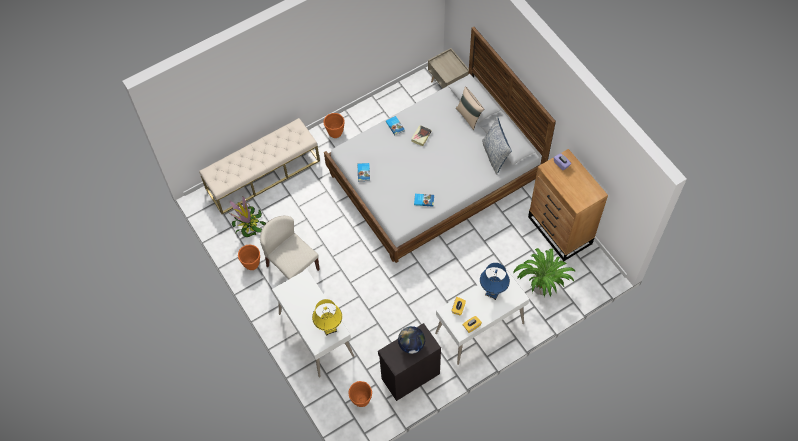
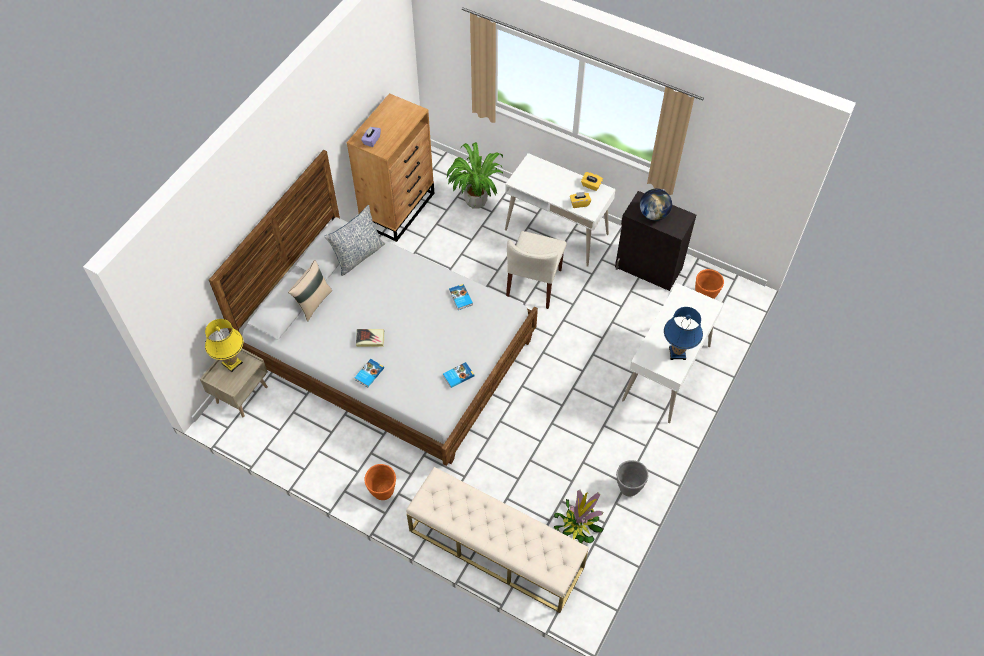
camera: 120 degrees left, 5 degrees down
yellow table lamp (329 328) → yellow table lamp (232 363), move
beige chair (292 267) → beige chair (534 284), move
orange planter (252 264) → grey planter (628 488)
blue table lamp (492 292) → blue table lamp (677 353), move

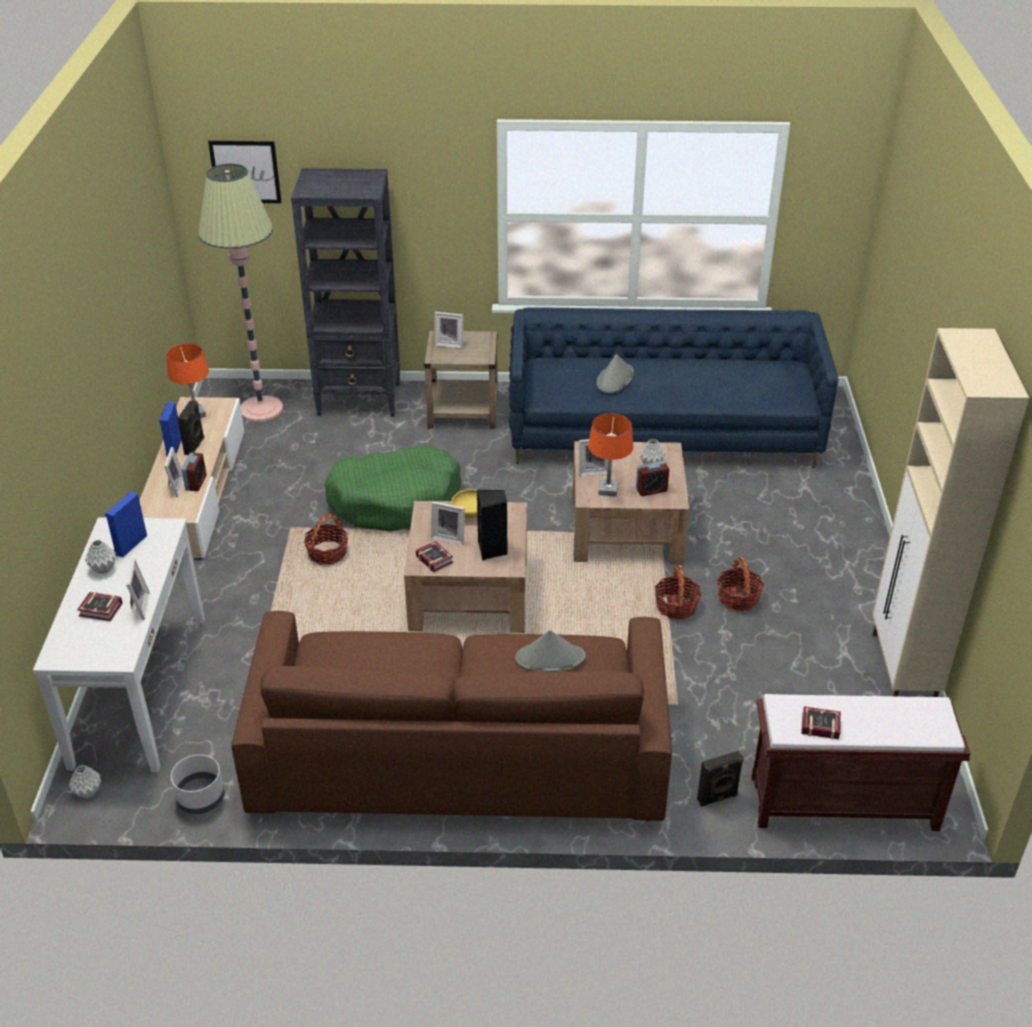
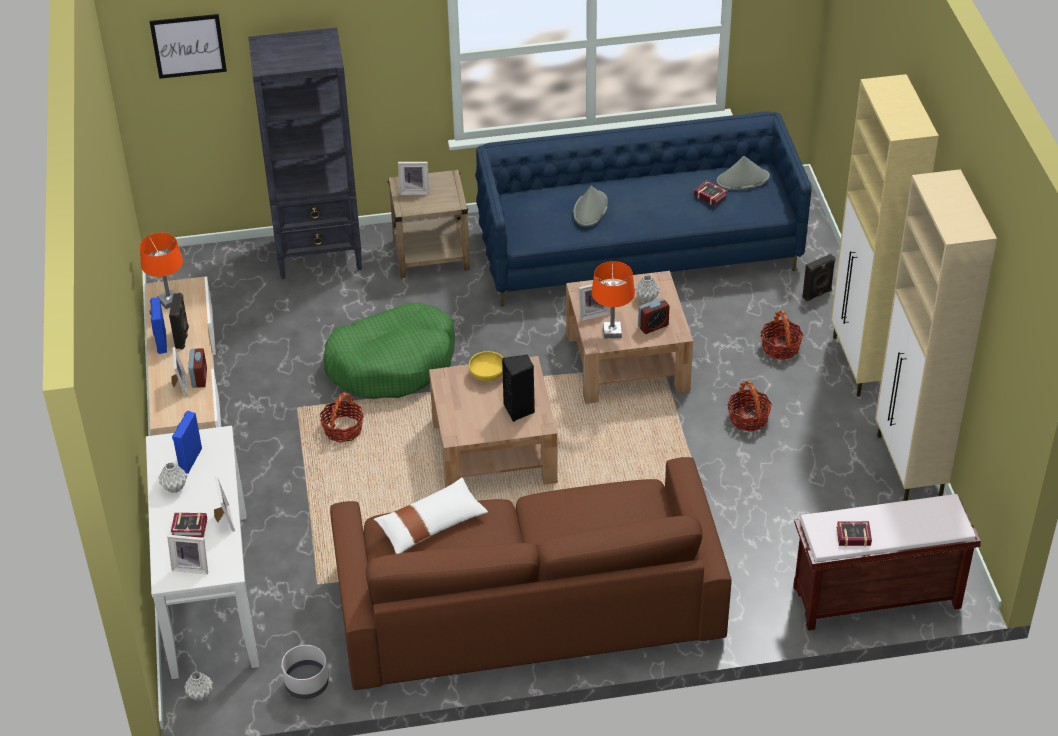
camera: 10 degrees left, 5 degrees up
picture frame (449 537) → picture frame (191 566), move
- → white pillow (431 524)
book (434 558) → book (710 195), move
grey hat (550 658) → grey hat (742 180), move
basket (676 606) → basket (780 348), move
black speaker (717 798) → black speaker (817 294), move
- → beige cabinet (862 365)
floor lamp (261 409) → -

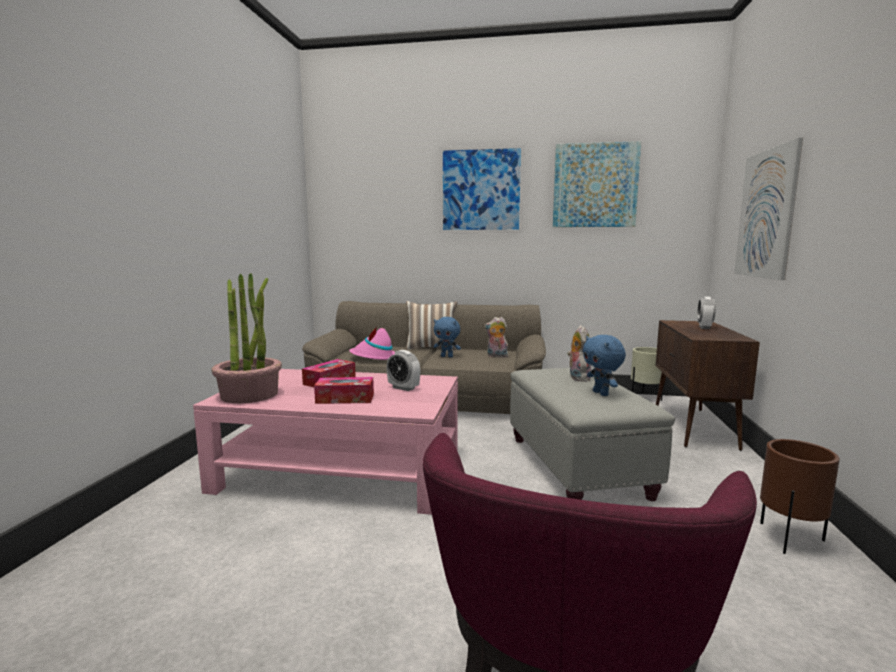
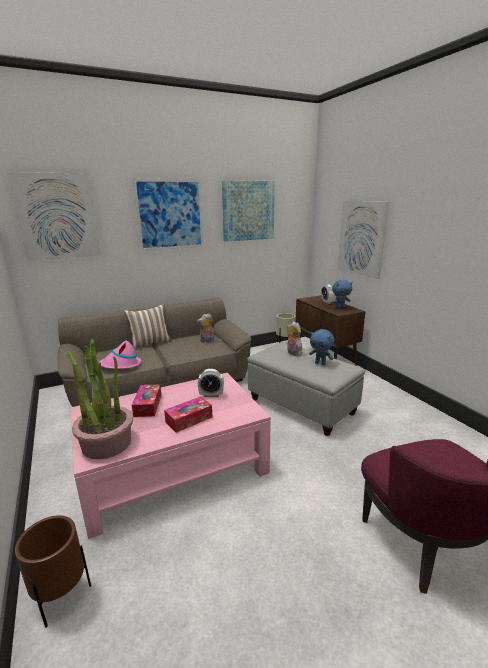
camera: 35 degrees left, 10 degrees up
- → picture (57 216)
brown planter (788 539) → brown planter (62 597), move
blue plush toy (447 356) → blue plush toy (340 307), move

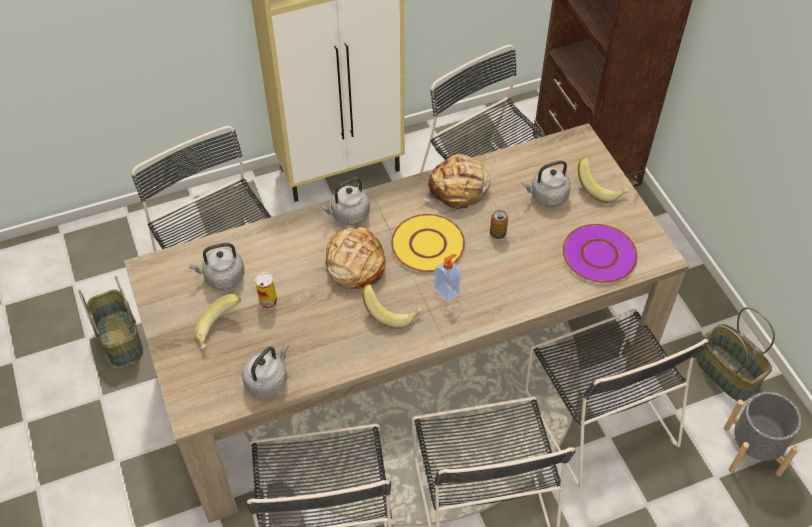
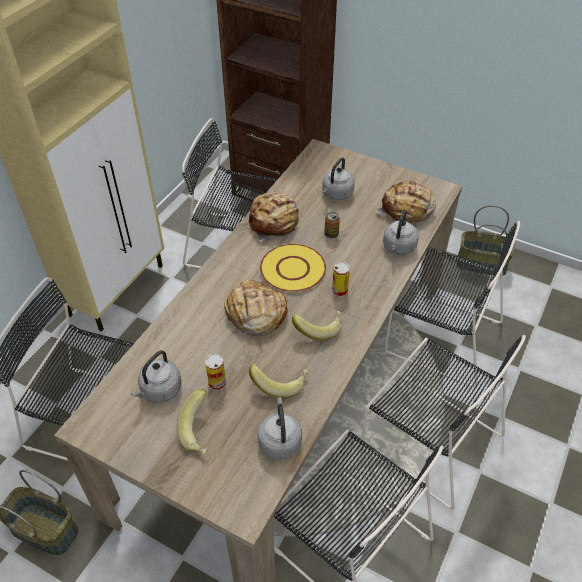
camera: 40 degrees left, 5 degrees down
banana (600 188) → banana (280 384), move
soap dispenser (447 291) → can (339 291)
purple plate (599 255) → bread (407 210)
grey kettle (348 215) → grey kettle (398 248), move
grey planter (752 450) → -

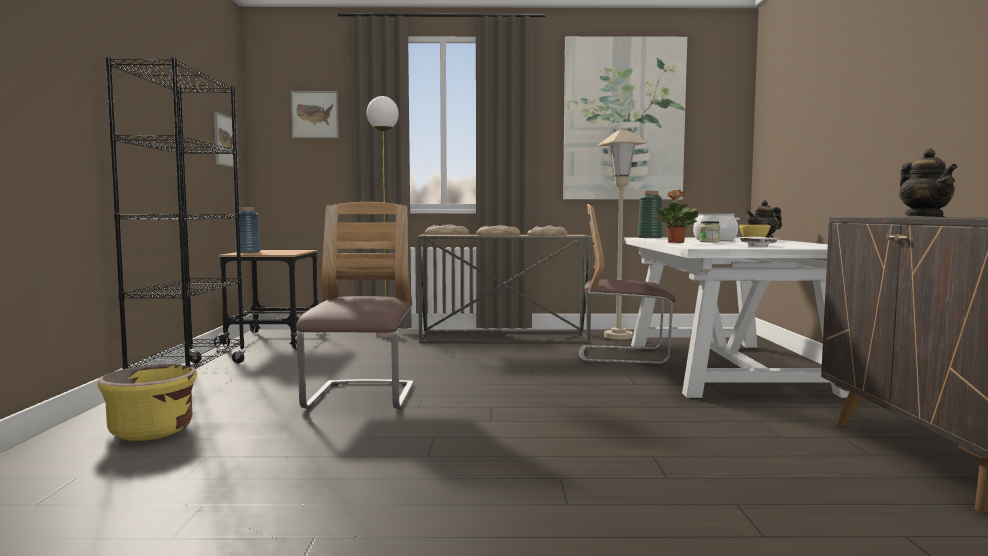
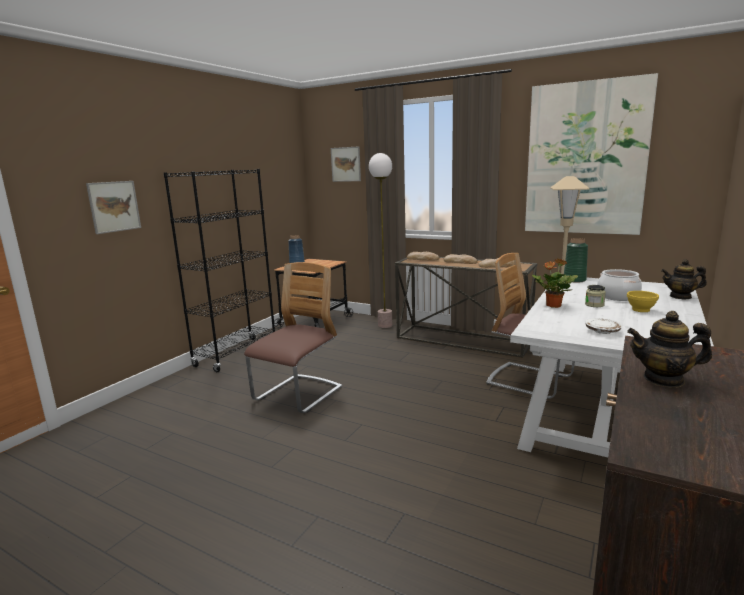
camera: 30 degrees right, 10 degrees up
picture (225 140) → picture (114 206), move
teapot (924 217) → teapot (664 379), 75 degrees clockwise
yellow planter (151 431) → -

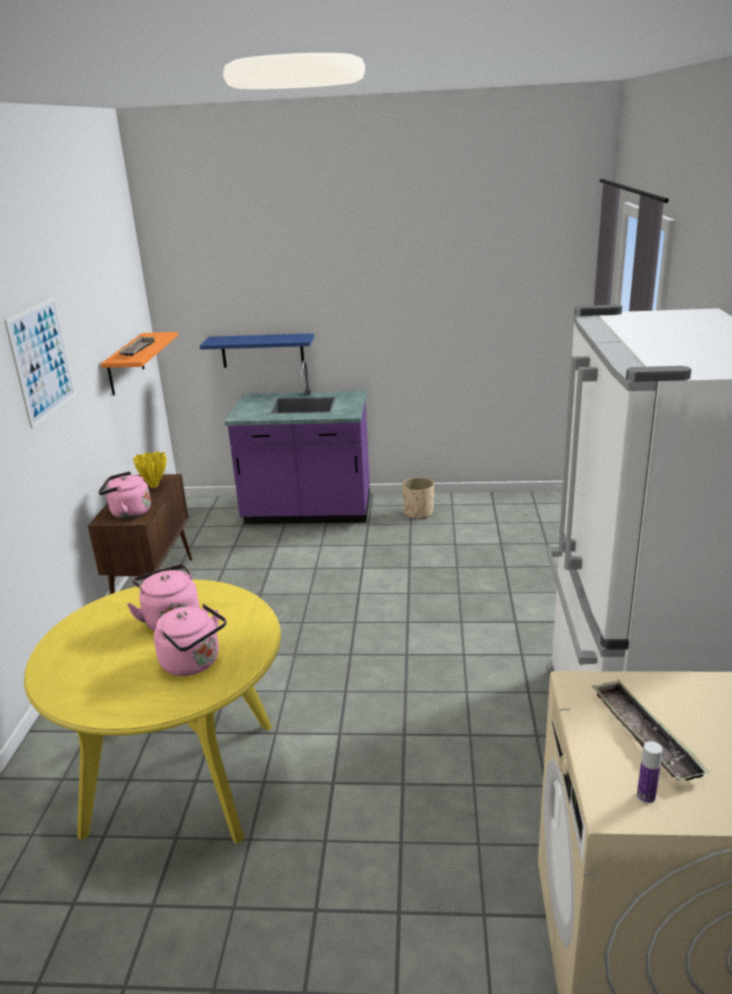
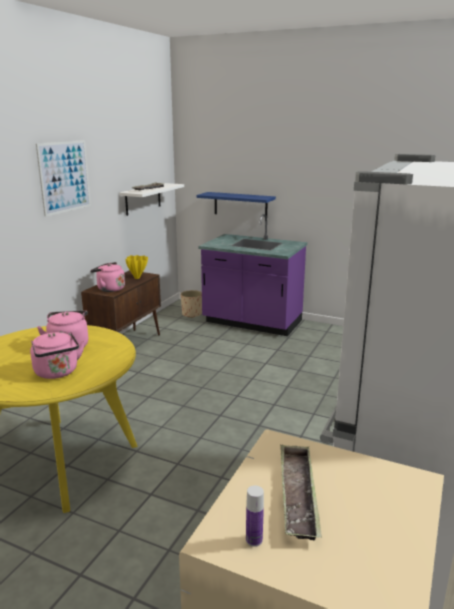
camera: 20 degrees right, 5 degrees down
orange shelf (125 364) → white shelf (143 199)
beige planter (418 513) → beige planter (192 314), move

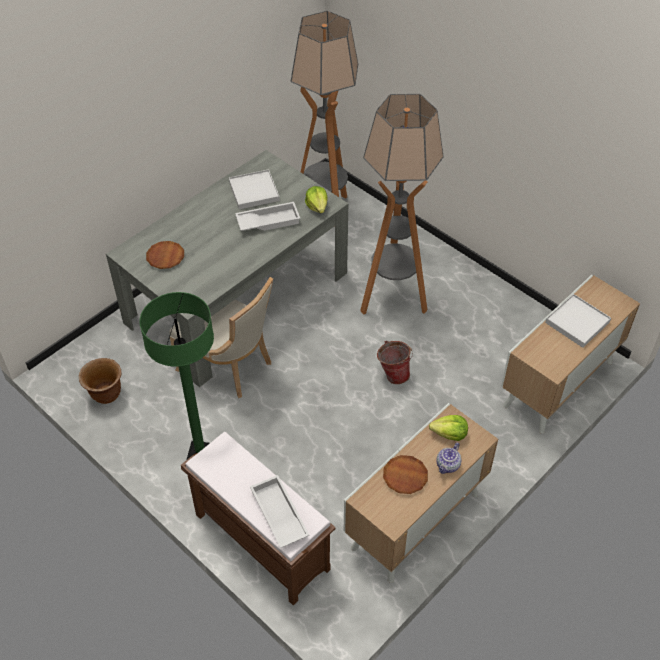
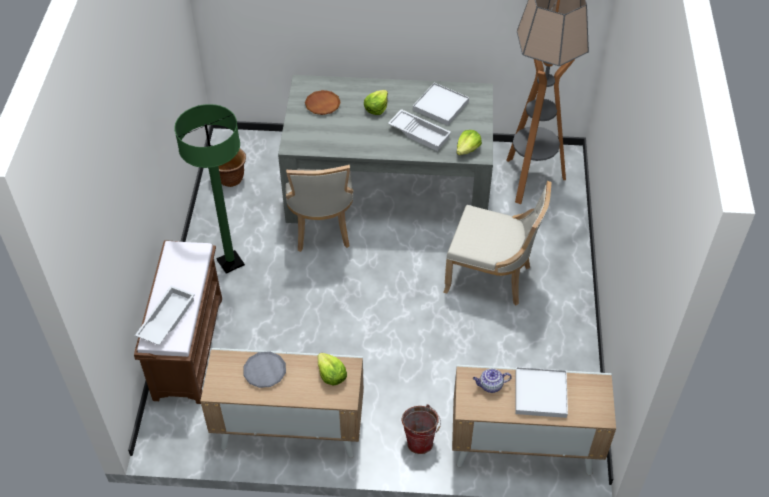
camera: 50 degrees right, 0 degrees up
brown plate (405 476) → grey plate (265 371)
- → lettuce (376 108)
bucket (393 373) → bucket (420 439), move
floor lamp (392 298) → beige chair (491 277)
teapot (448 466) → teapot (490 386), move

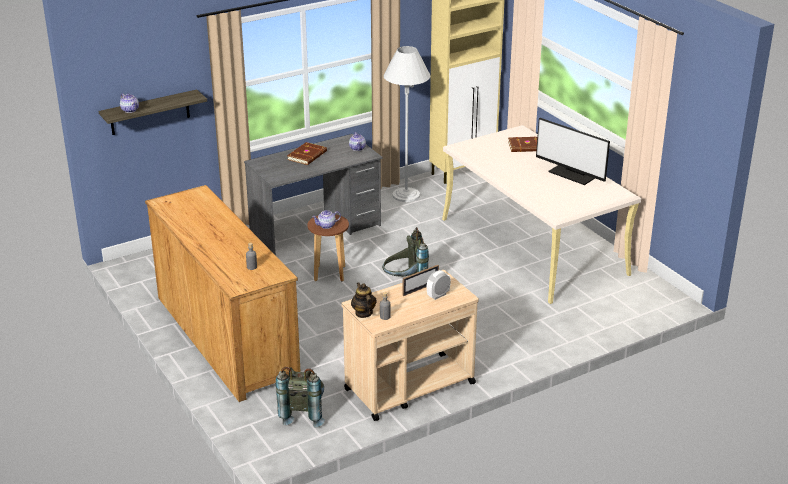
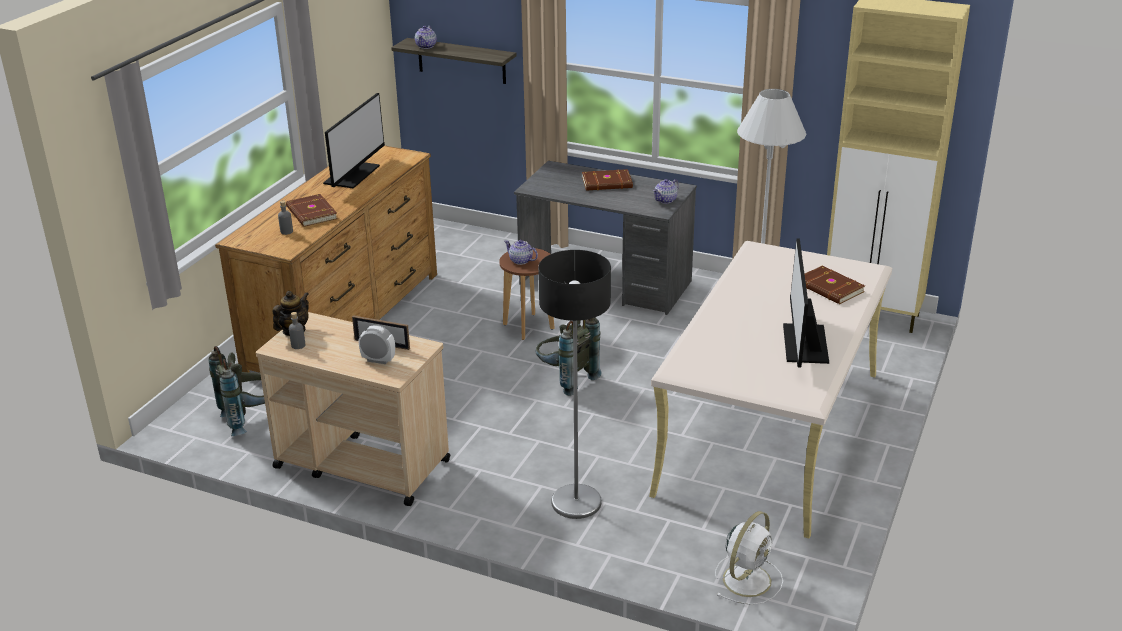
camera: 55 degrees right, 0 degrees up
- → brown book (311 213)
- → monitor (353 175)
- → floor lamp (576 502)
- → white fan (748 579)

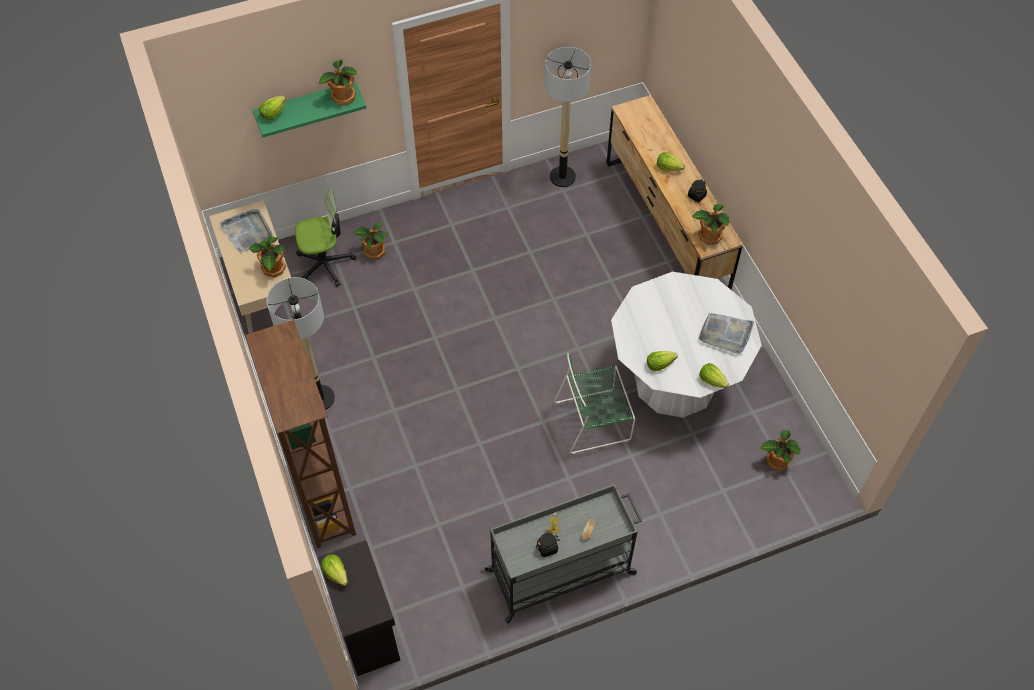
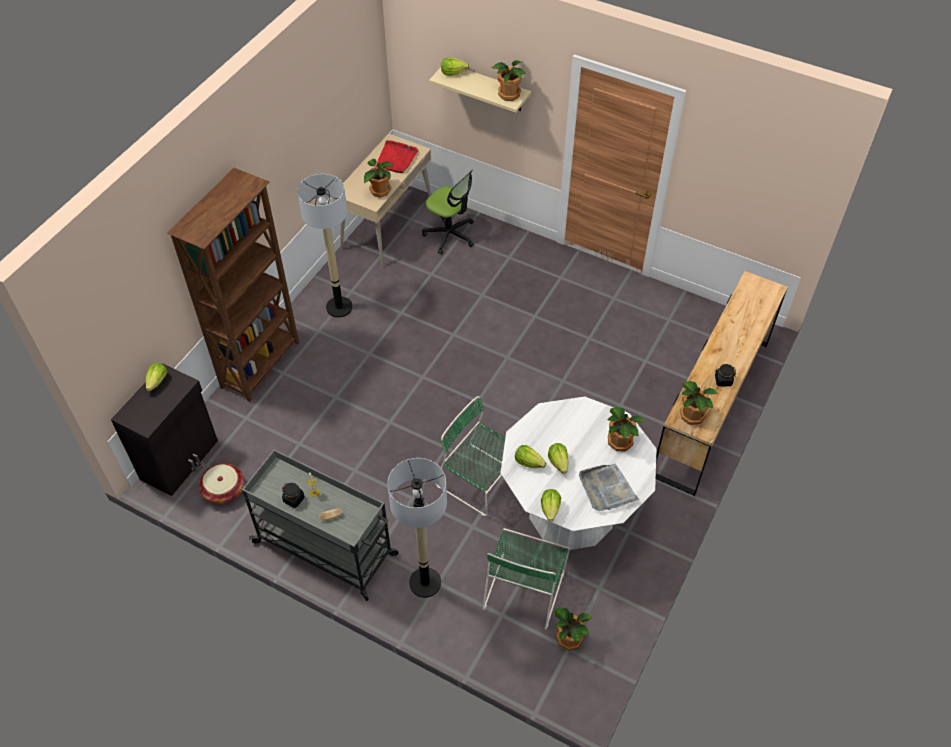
camera: 50 degrees right, 5 degrees down
- → basket (224 490)
grey tray (248 231) → red tray (396 158)
floor lamp (562 177) → floor lamp (425 583), move
green shelf (306 105) → beige shelf (487 87)
- → green chair (525 587)
lettuce (668 167) → lettuce (558 462), move
potted plant (374 251) → potted plant (620 441), move

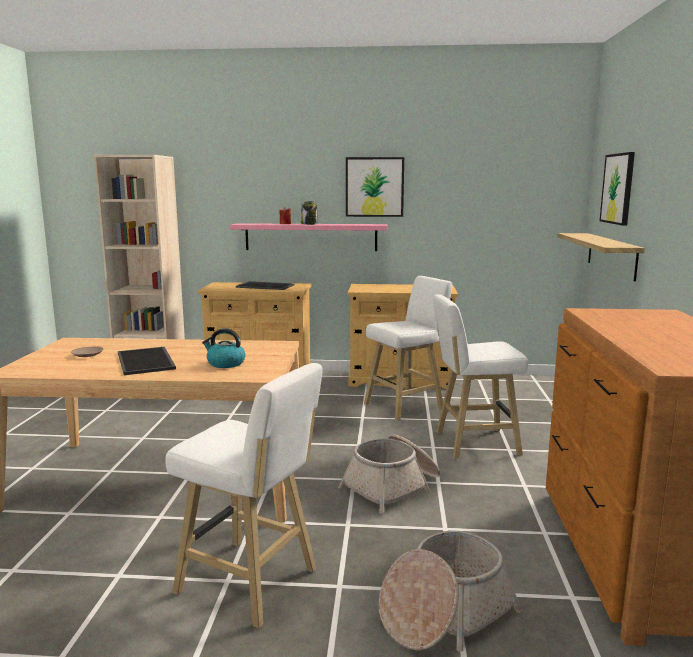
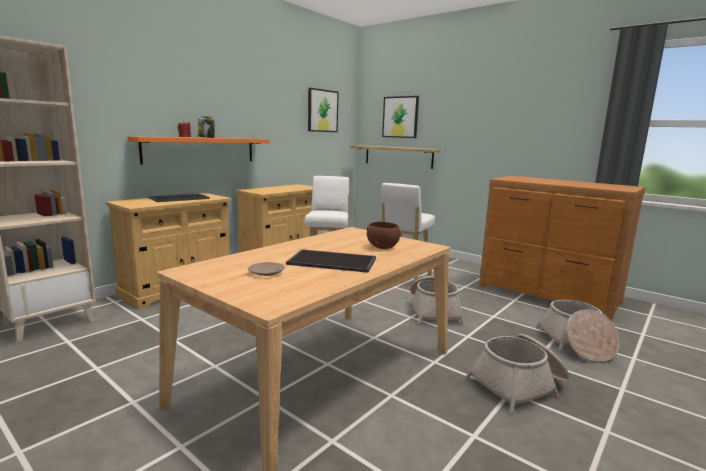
camera: 55 degrees left, 0 degrees up
pink shelf (311 237) → orange shelf (201 150)
picture (374 187) → picture (322 111), move
kettle (225 363) → brown bowl (383 247)
white stool (251 584) → basket (519 385)

